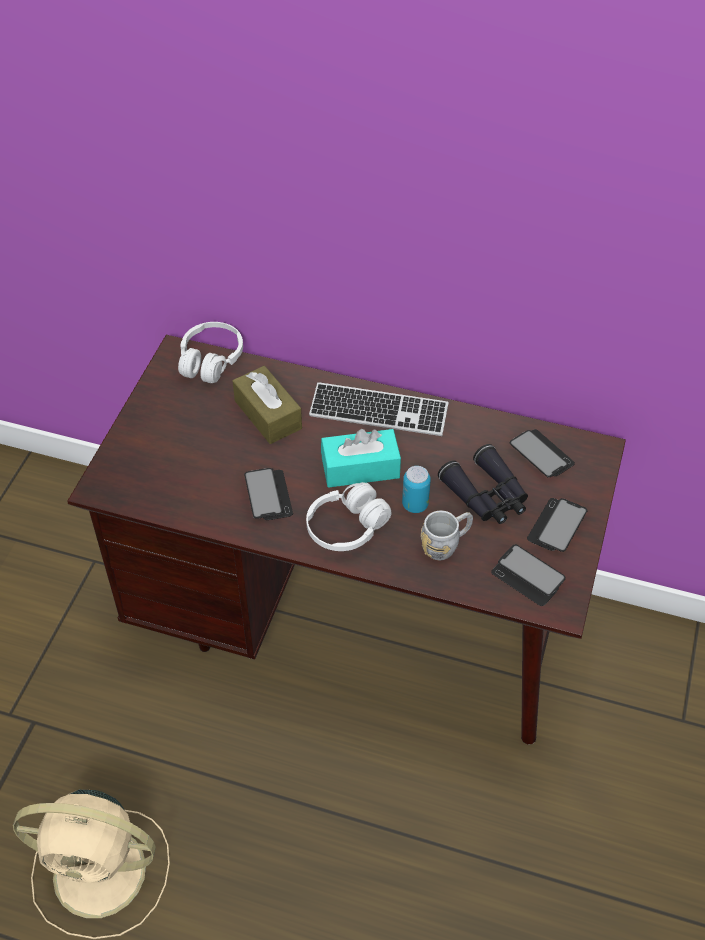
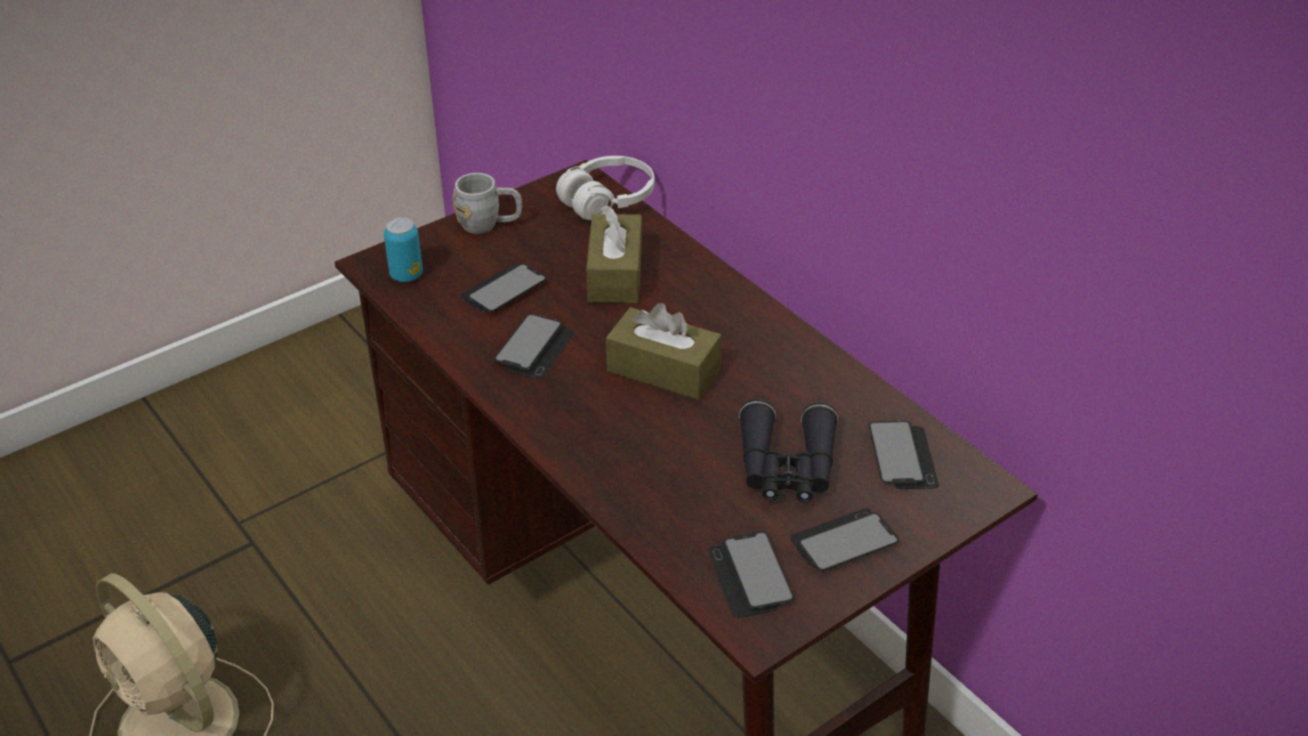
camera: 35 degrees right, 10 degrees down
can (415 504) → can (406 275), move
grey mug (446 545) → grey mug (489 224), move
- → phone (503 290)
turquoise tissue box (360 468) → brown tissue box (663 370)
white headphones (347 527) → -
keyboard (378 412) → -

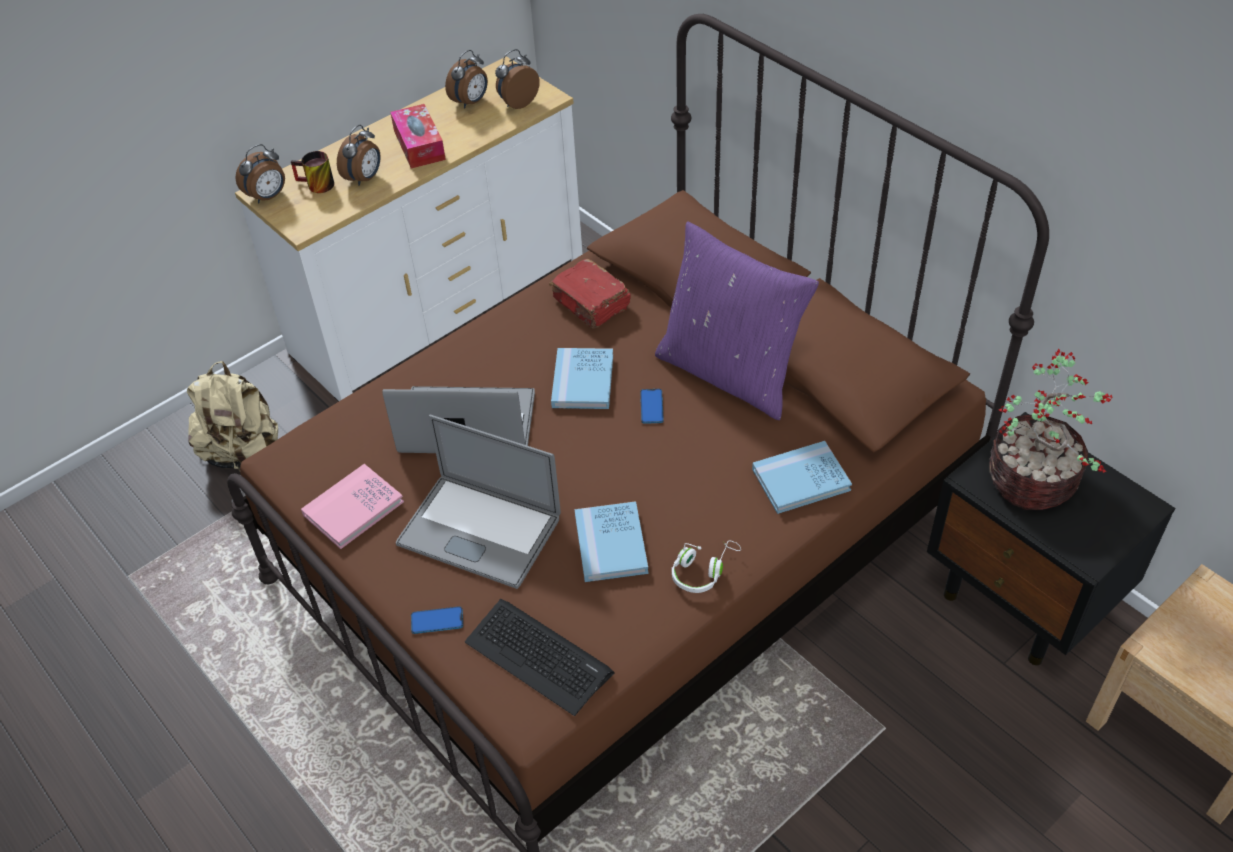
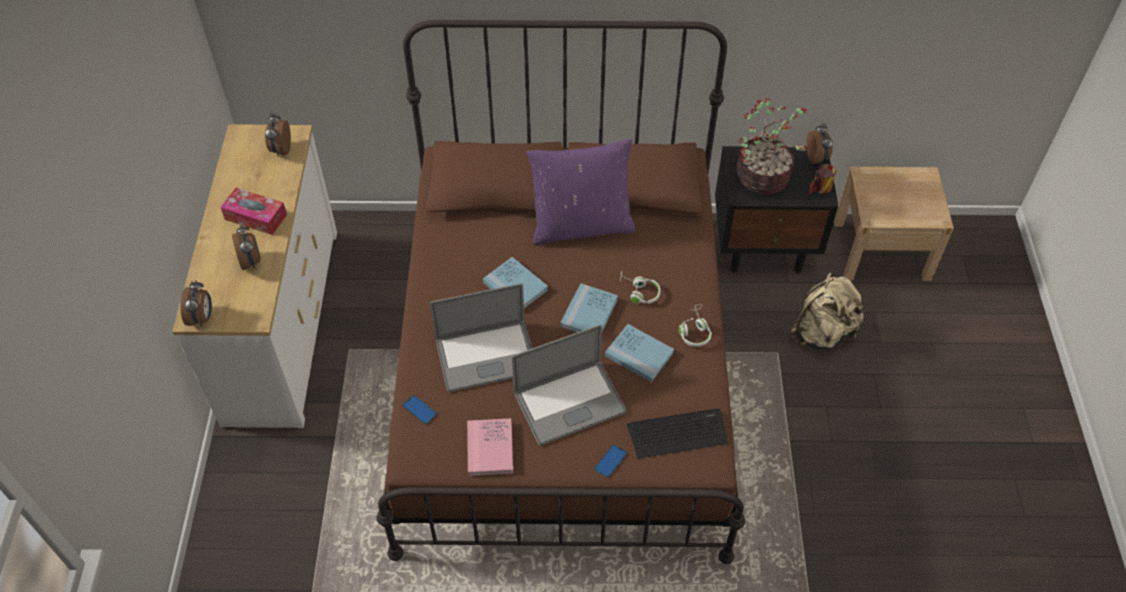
camera: 50 degrees left, 5 degrees up
phone (651 407) → phone (419 410), move
laptop (467 423) → laptop (486 356), 150 degrees counterclockwise
blue book (801 480) → blue book (589 313), move
- → white headphones (639 292)
beige backpack (242 452) → beige backpack (822 333), move
alarm clock (471 102) → alarm clock (817 158), move
mug (315 186) → mug (820 189), move
red book (591 304) → -

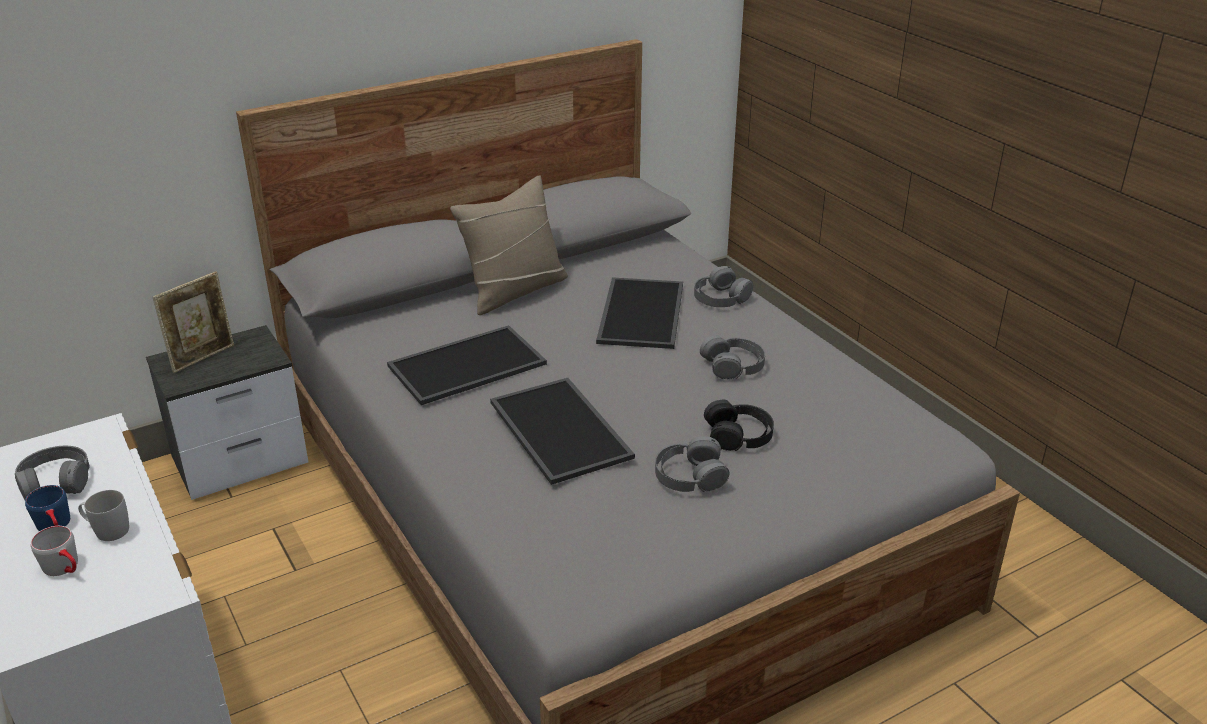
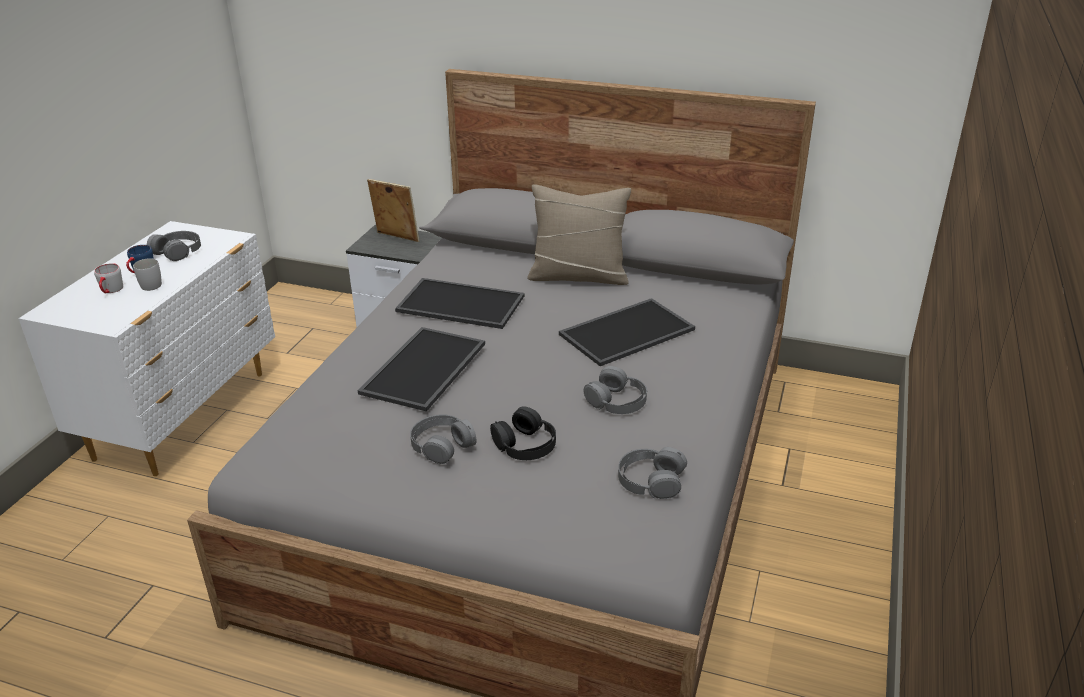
camera: 50 degrees right, 0 degrees up
picture frame (203 357) → picture frame (396 238), 150 degrees counterclockwise
grey headphones (721 297) → grey headphones (650 480), move

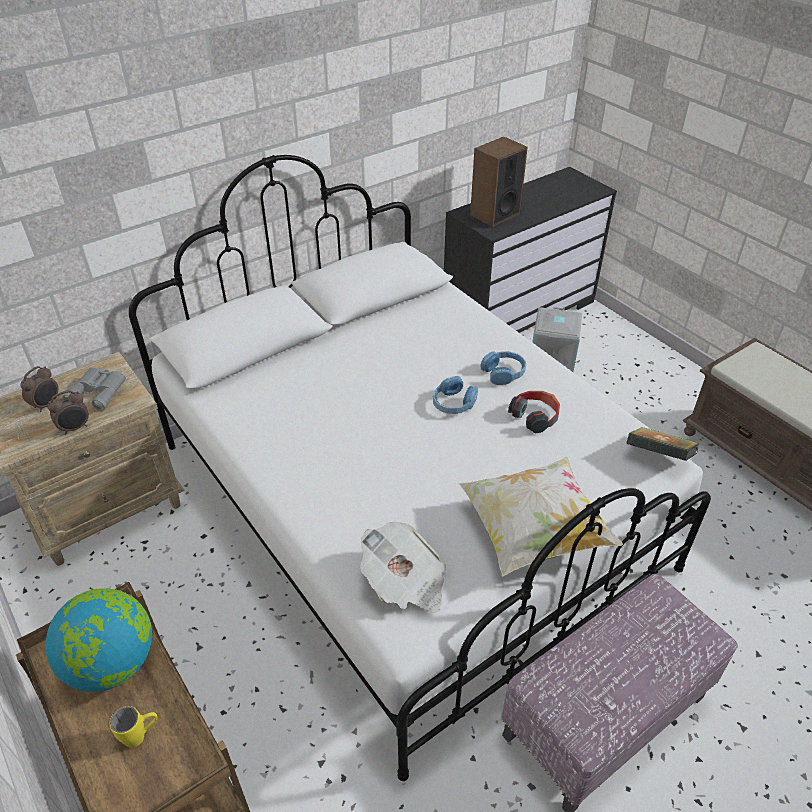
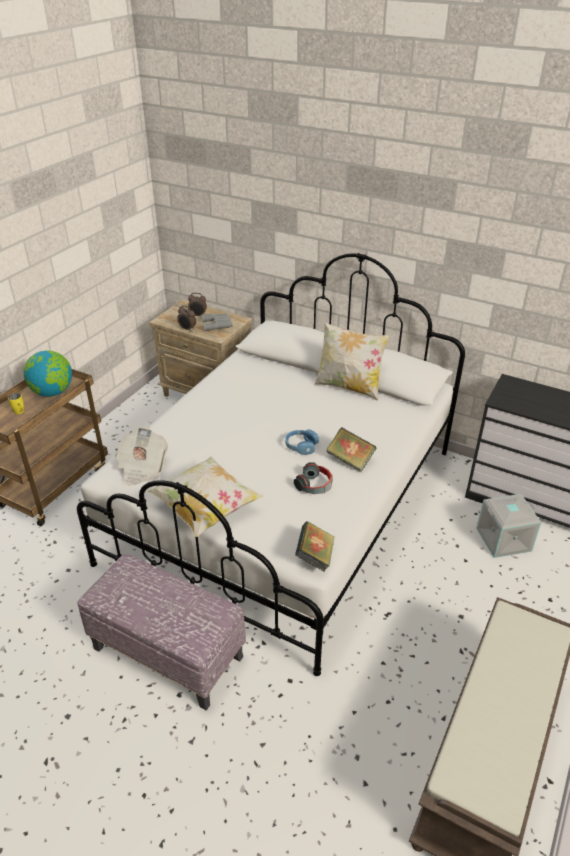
camera: 65 degrees right, 5 degrees down
- → pillow (349 387)
blue headphones (503 373) → book (350 460)
speaker (494 214) → -

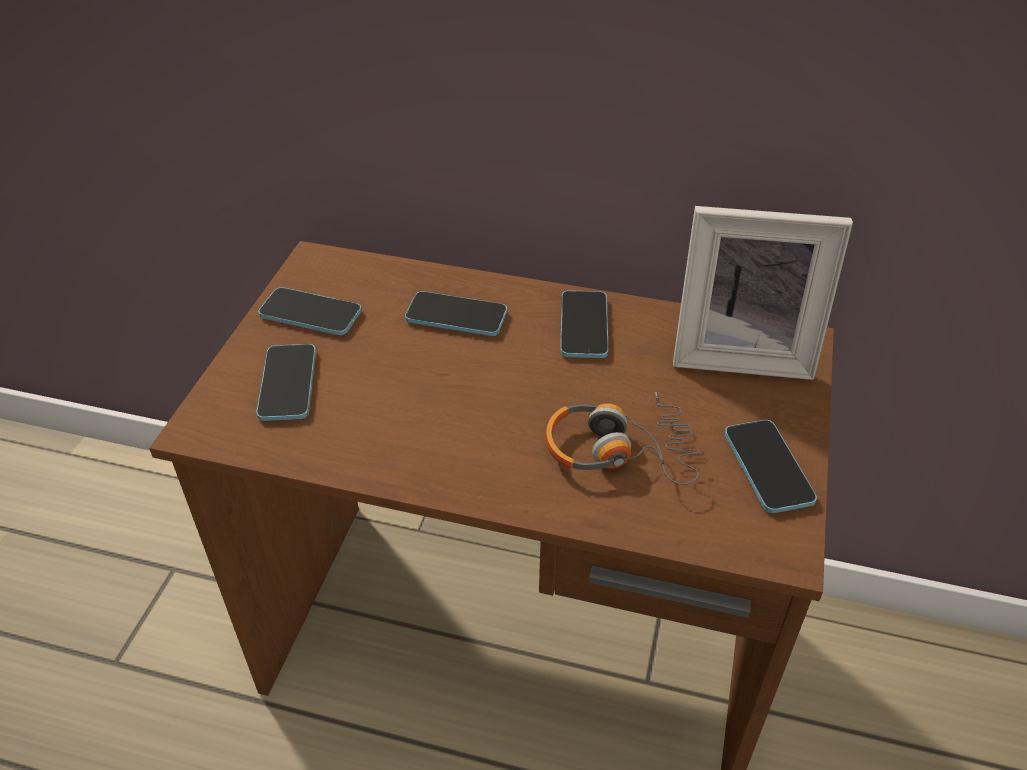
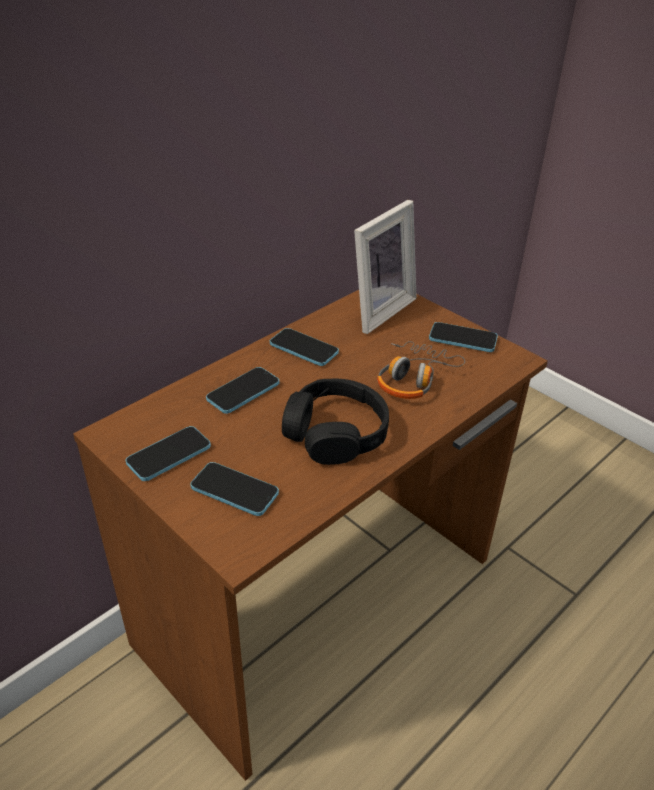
camera: 60 degrees left, 5 degrees down
- → black headphones (335 433)

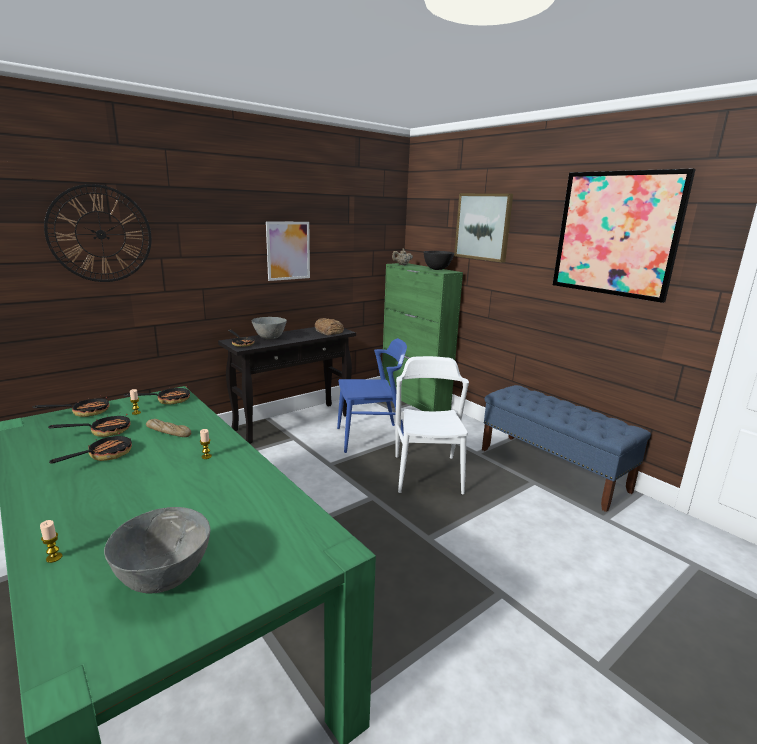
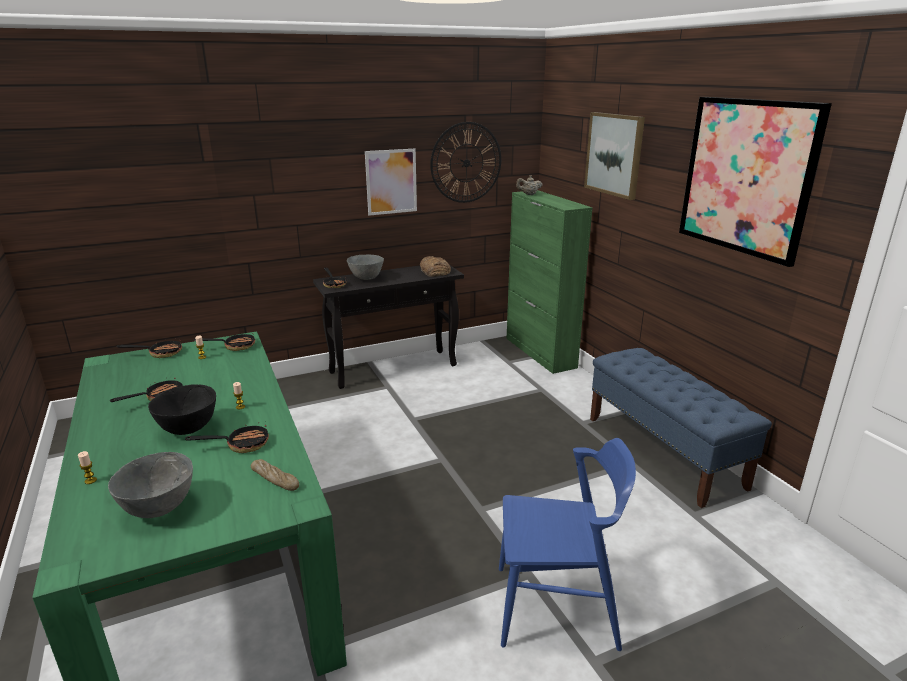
camera: 15 degrees right, 5 degrees up
black bowl (437 269) → black bowl (188 429), move
frying pan (104 431) → frying pan (241 444), move
bread (168 432) → bread (275 479), move
wall clock (100 234) → wall clock (466 163), move
blue chair (371 438) → blue chair (556 607), move
white chair (427 473) → -

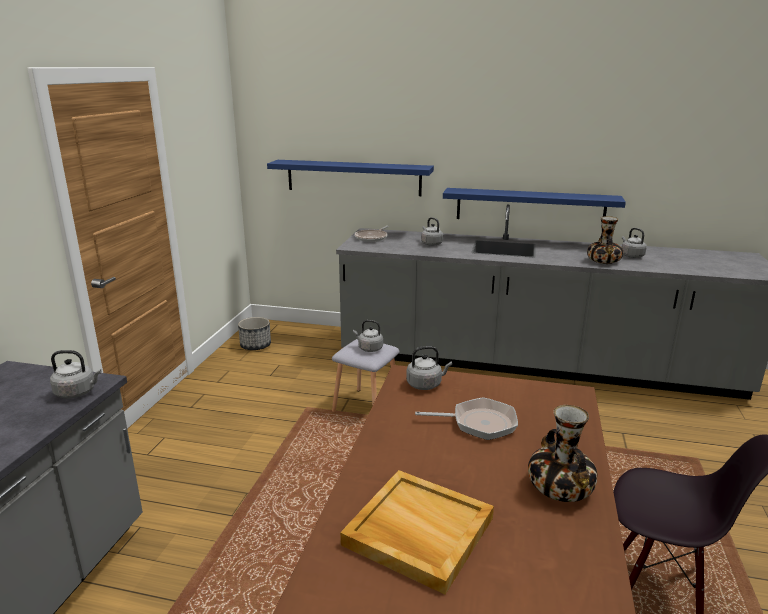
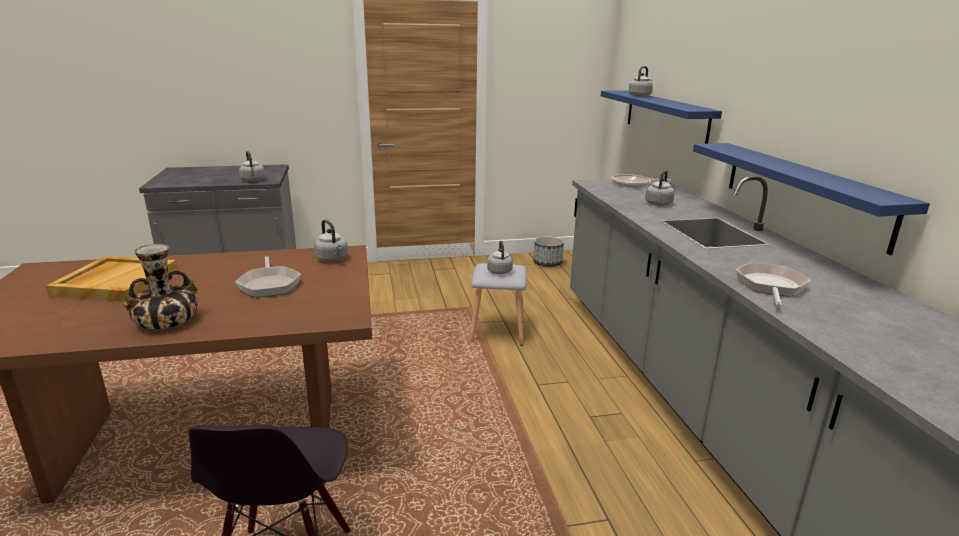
camera: 65 degrees right, 0 degrees up
grey kettle (631 255) → grey kettle (640 96), move
vase (603 261) → frying pan (770 287)

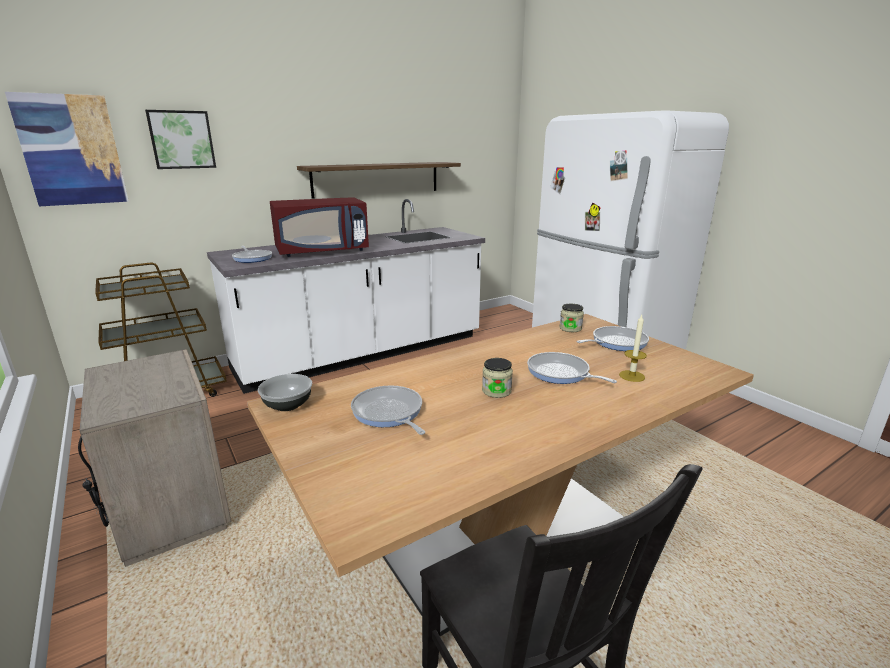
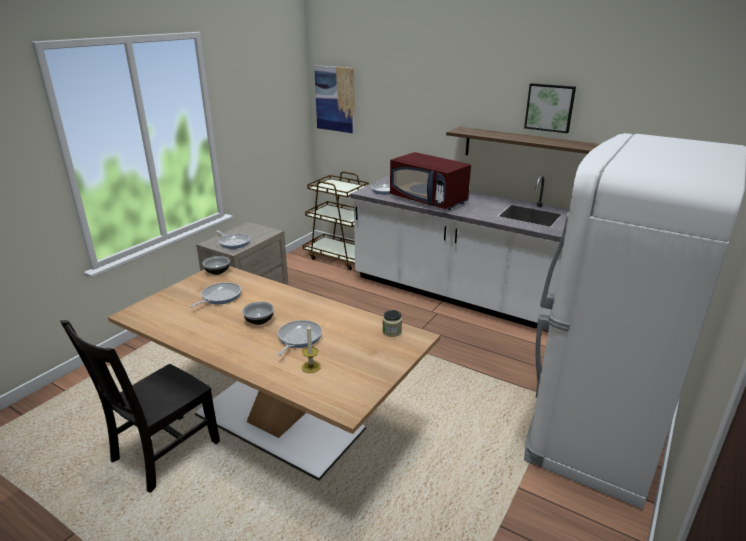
camera: 65 degrees right, 5 degrees up
frying pan (616 342) → frying pan (234 242), move
jar (496 391) → bowl (259 321)
picture (181 140) → picture (550 107), move

